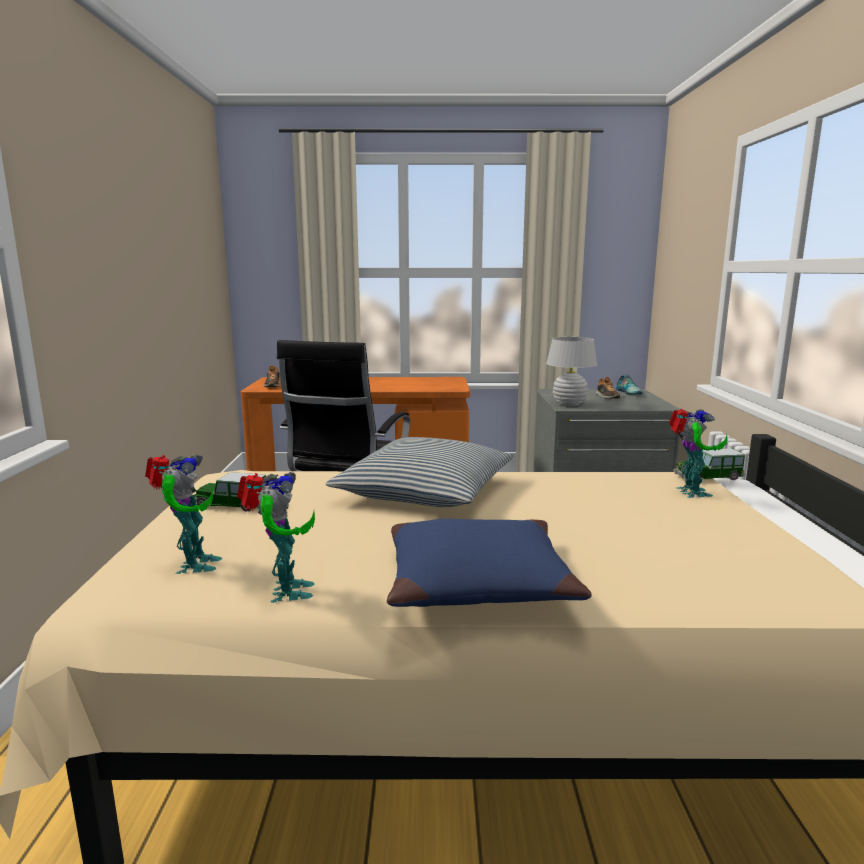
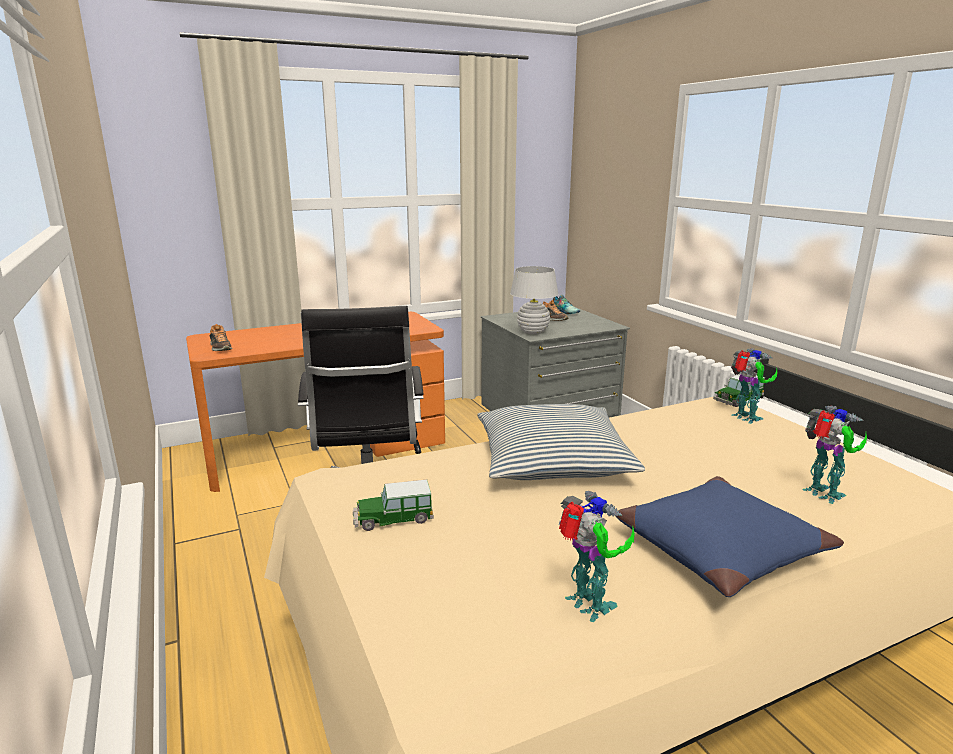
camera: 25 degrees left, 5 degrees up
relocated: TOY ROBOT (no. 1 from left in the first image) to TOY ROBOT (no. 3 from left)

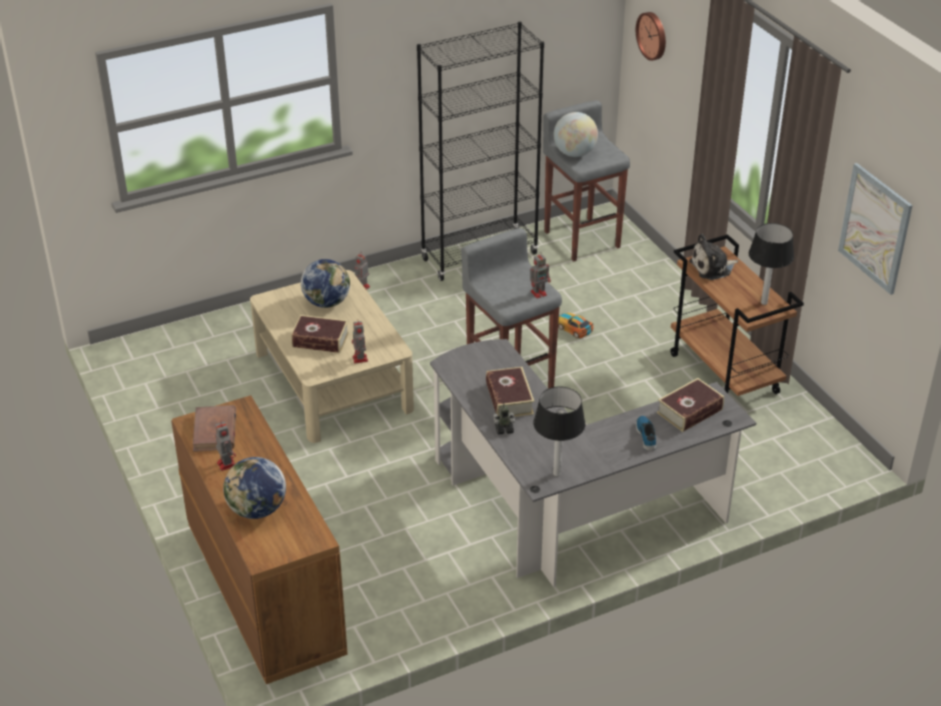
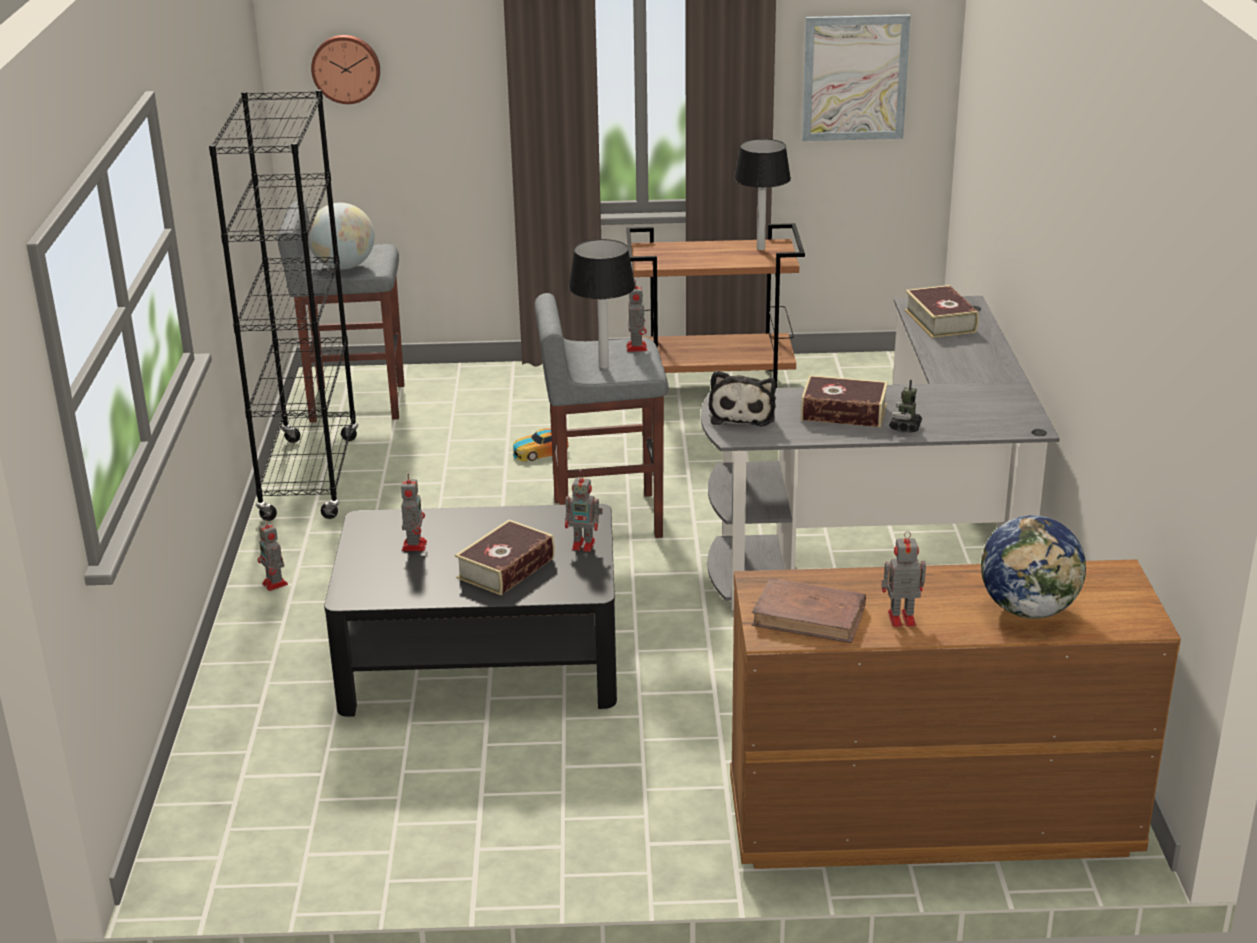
camera: 65 degrees left, 10 degrees down
missing: SHOE
relocated: TABLE LAMP (no. 1 from left); PLUSH TOY
exchanged: GLOBE (no. 2 from left) to TOY ROBOT (no. 2 from left)
colour: BEIGE COFFEE TABLE to BLACK COFFEE TABLE

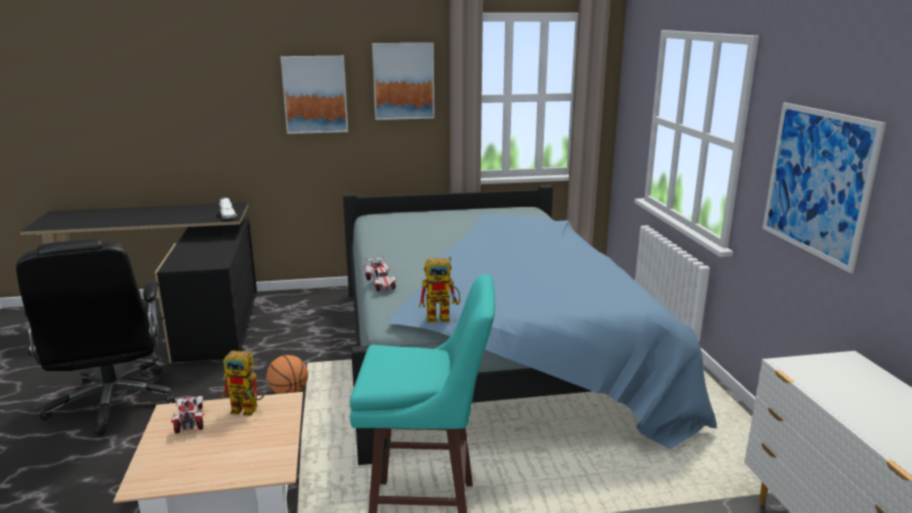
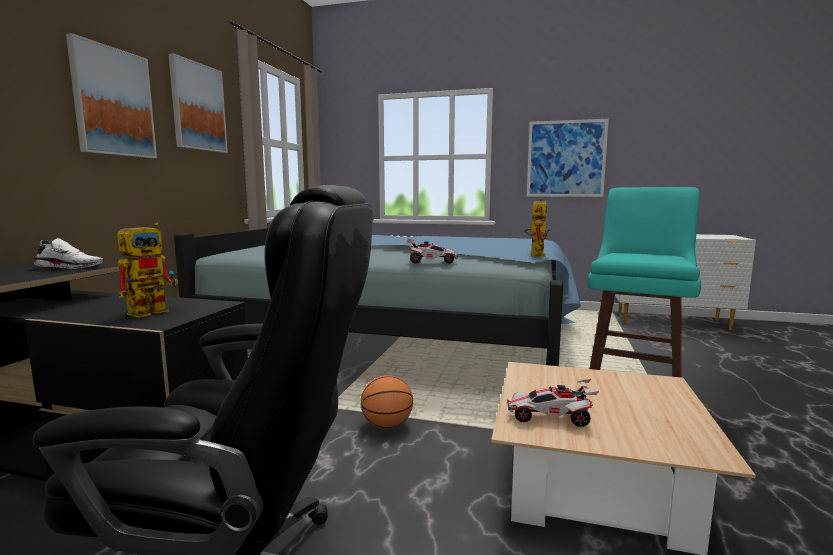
camera: 65 degrees left, 10 degrees down
relocated: TOY ROBOT (no. 1 from left)

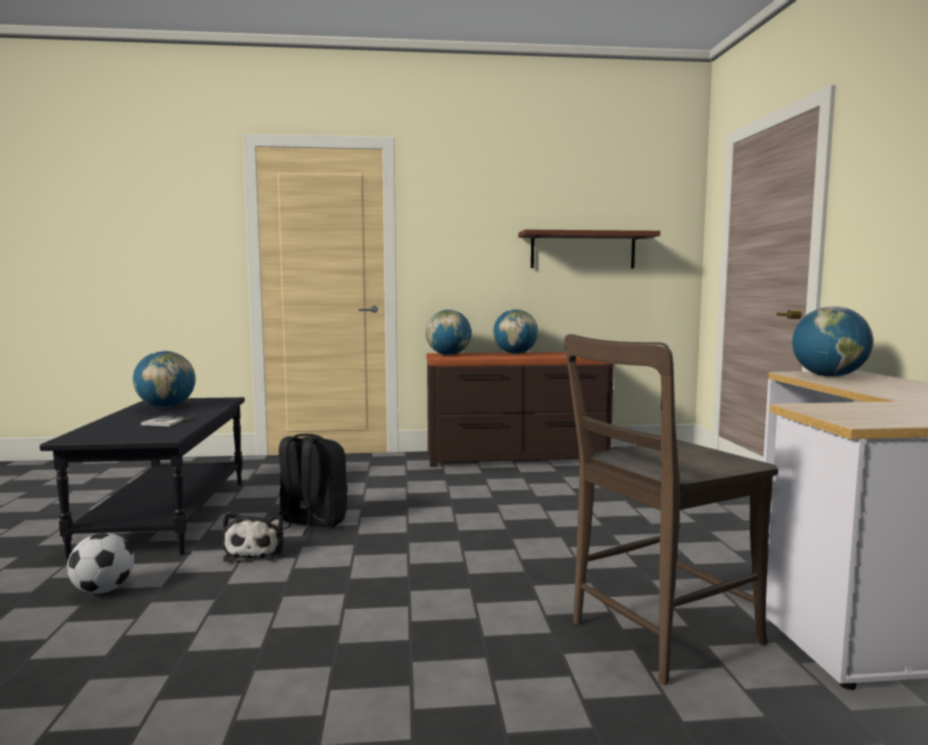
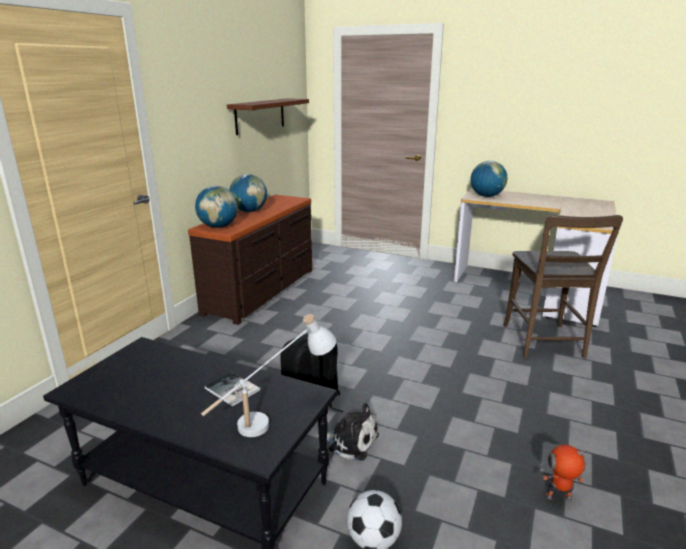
camera: 60 degrees left, 15 degrees up
missing: GLOBE (no. 1 from left)
appeared: WHITE TABLE LAMP; TOY ROBOT

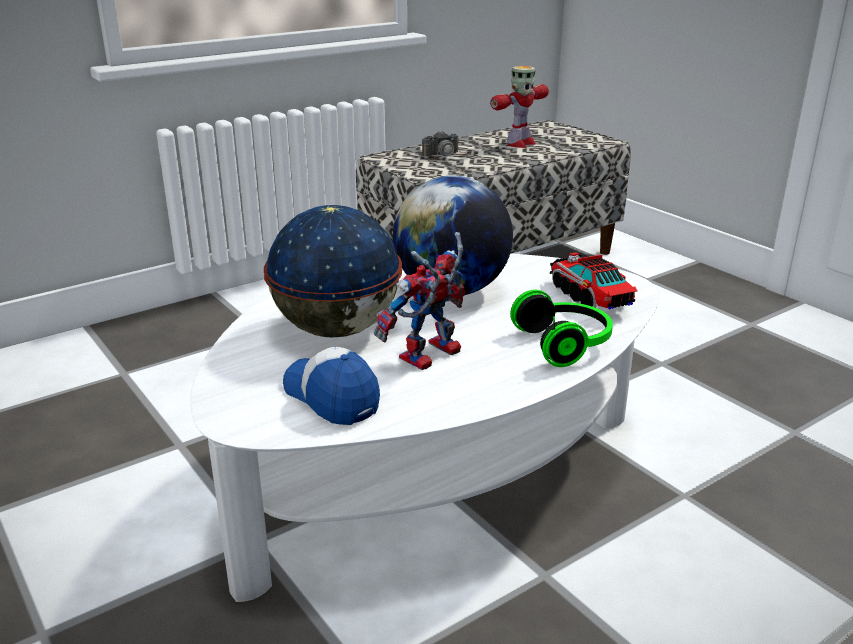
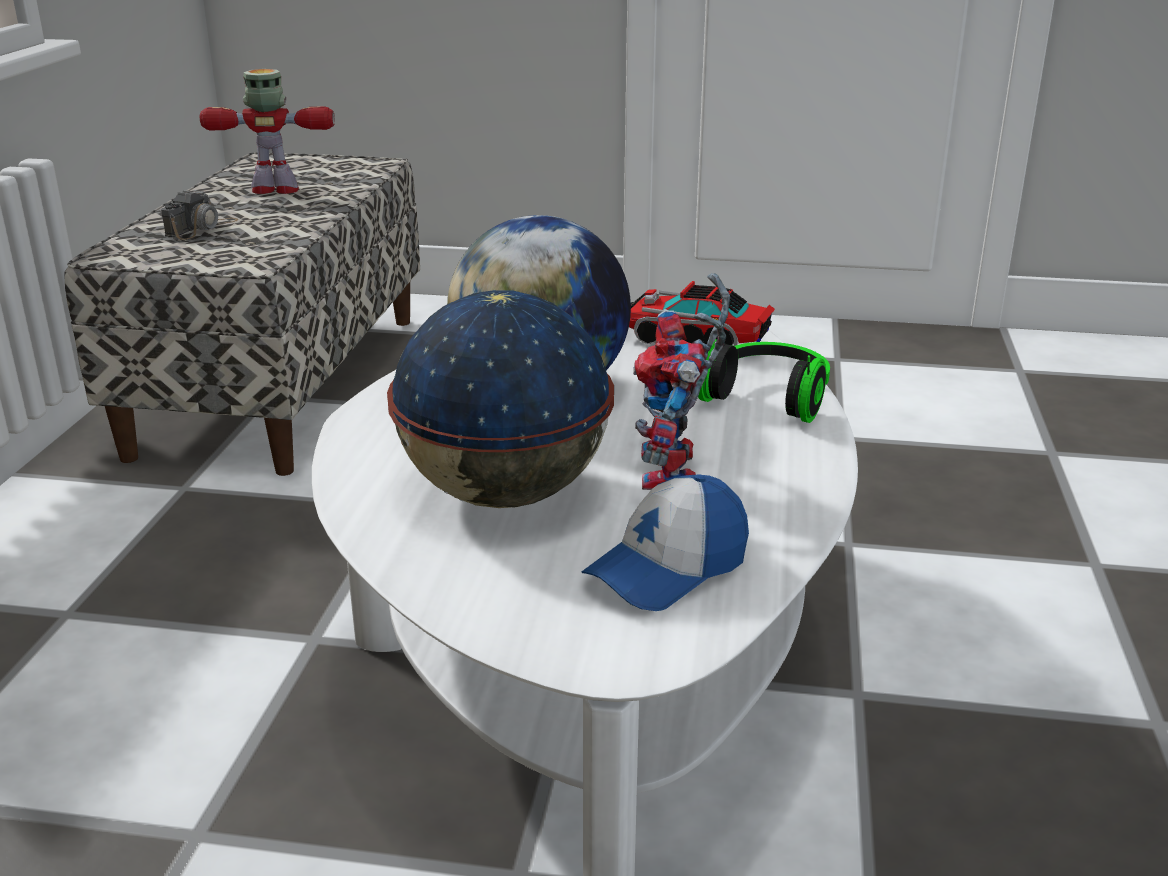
camera: 45 degrees left, 0 degrees up
spun: CAP 45 degrees counterclockwise; TOY ROBOT (no. 2 from left in the first image) 90 degrees counterclockwise

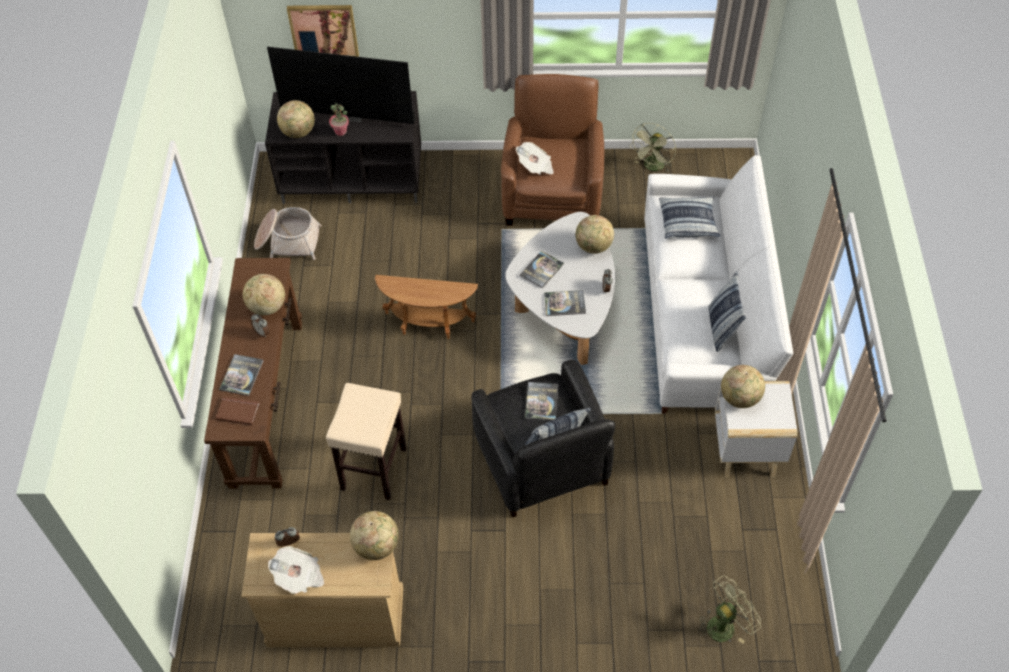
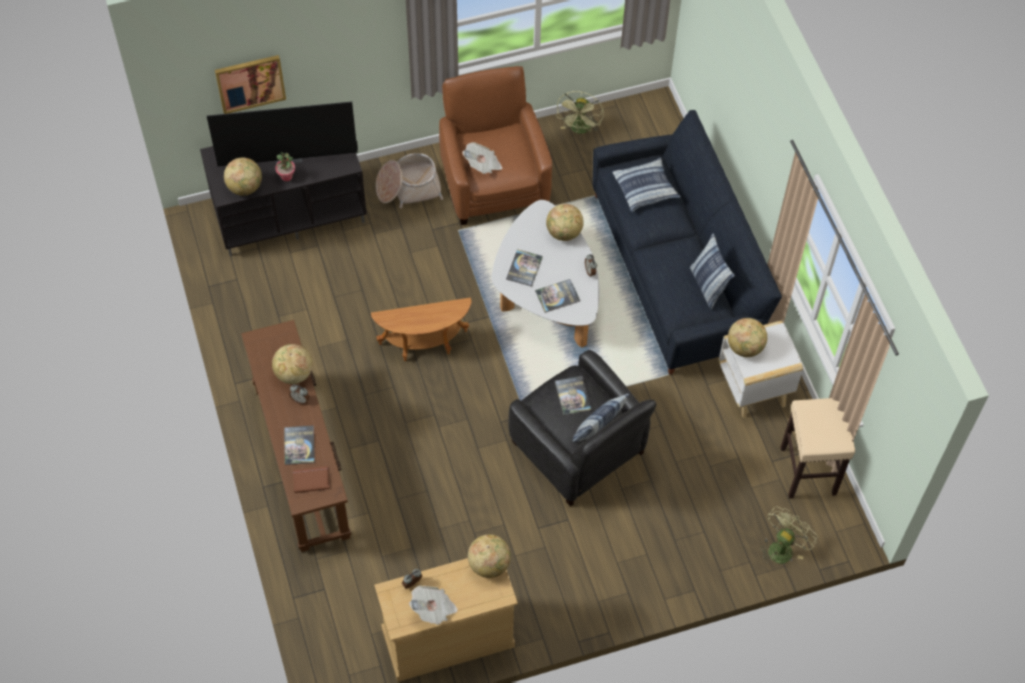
camera: 20 degrees left, 5 degrees up
relocated: BASKET; BEIGE STOOL
colour: WHITE SOFA to BLACK SOFA

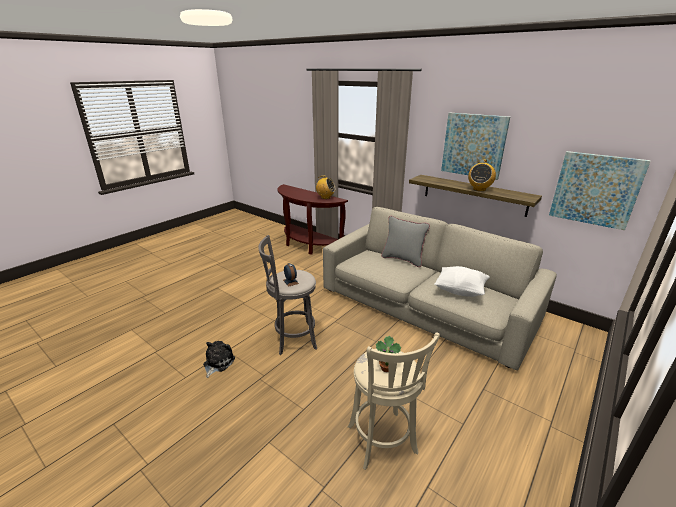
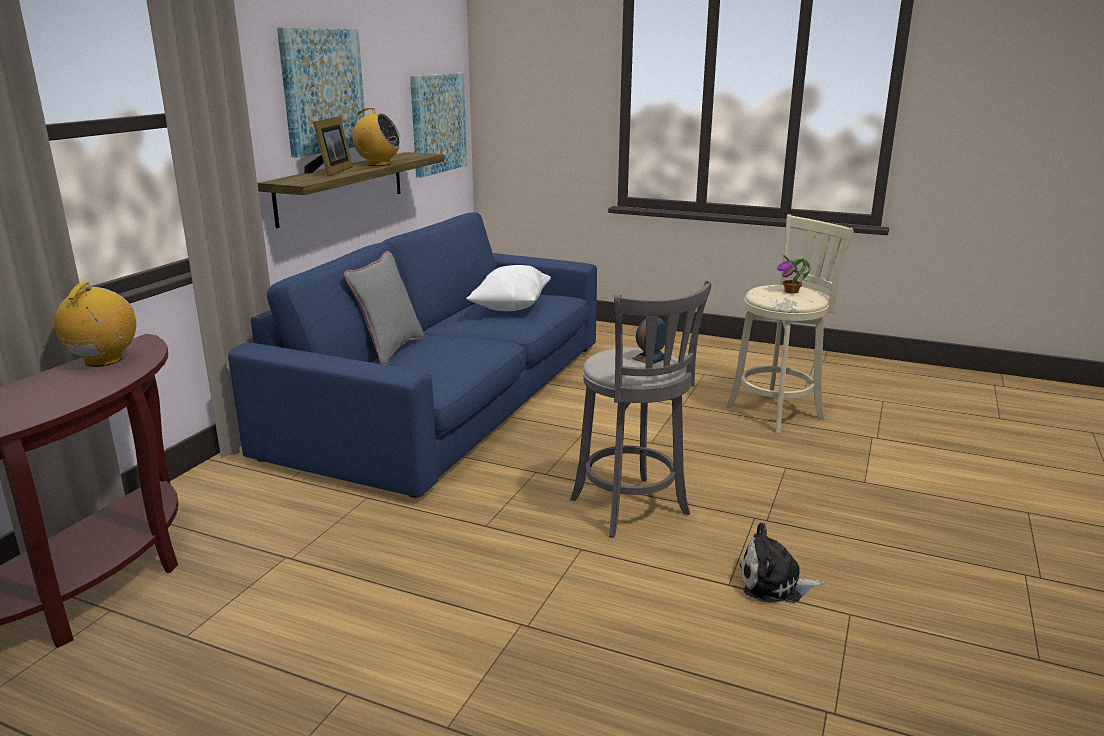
camera: 105 degrees left, 5 degrees down
appeared: PICTURE FRAME
colour: BEIGE SOFA to BLUE SOFA

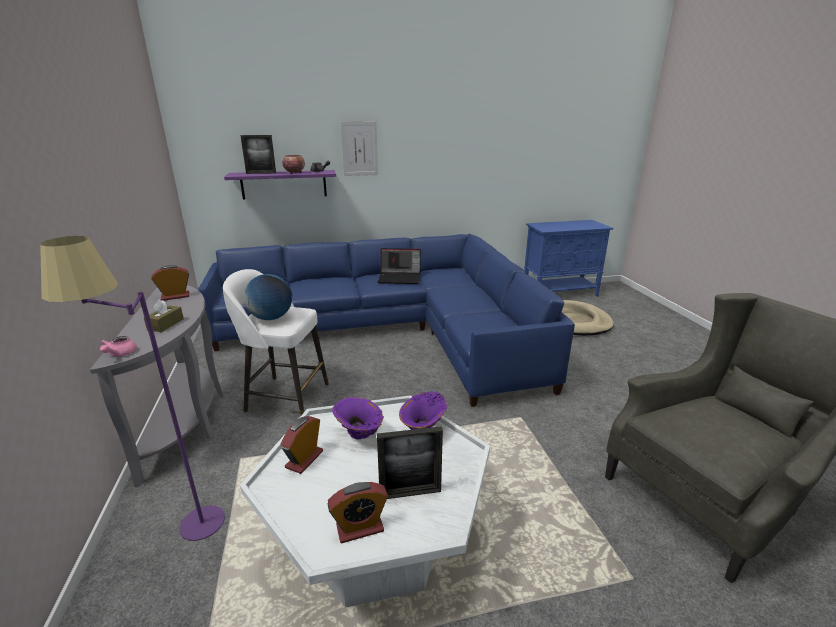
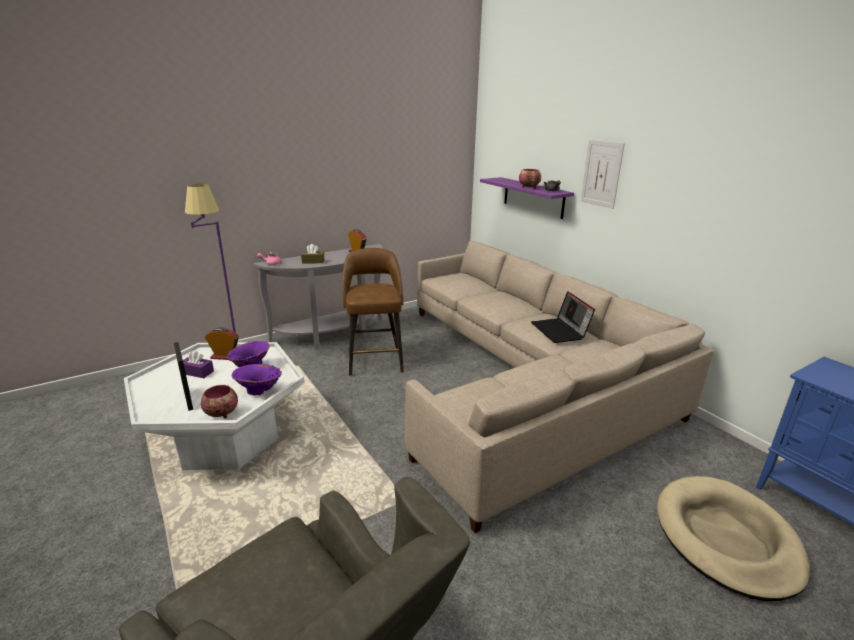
camera: 70 degrees right, 0 degrees up
missing: PICTURE FRAME (no. 1 from left); GLOBE; ALARM CLOCK (no. 3 from left)
appeared: PURPLE TISSUE BOX; BOWL (no. 1 from left)
colour: BLUE SOFA to BEIGE SOFA; WHITE STOOL to BROWN STOOL

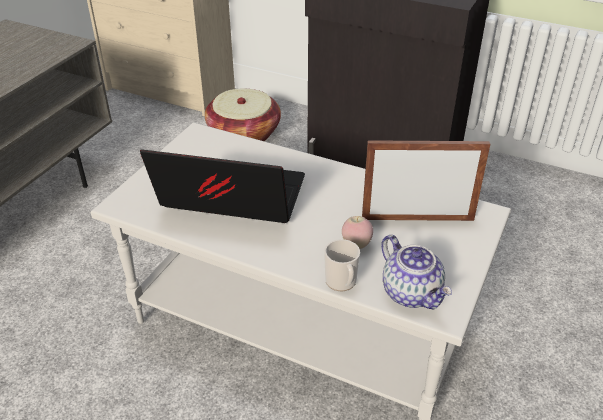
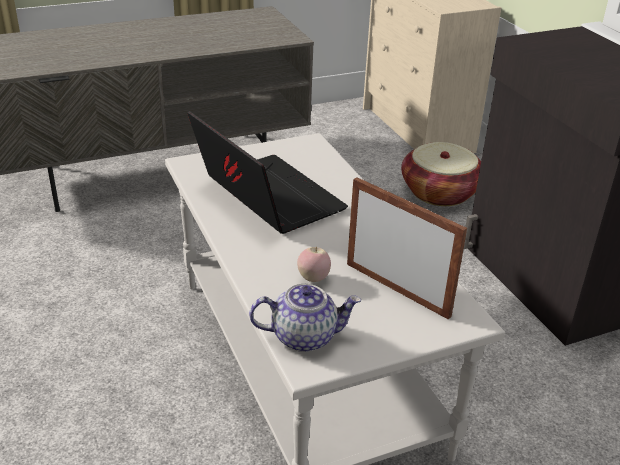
camera: 40 degrees right, 5 degrees down
missing: MUG
spun: TEAPOT 105 degrees counterclockwise

